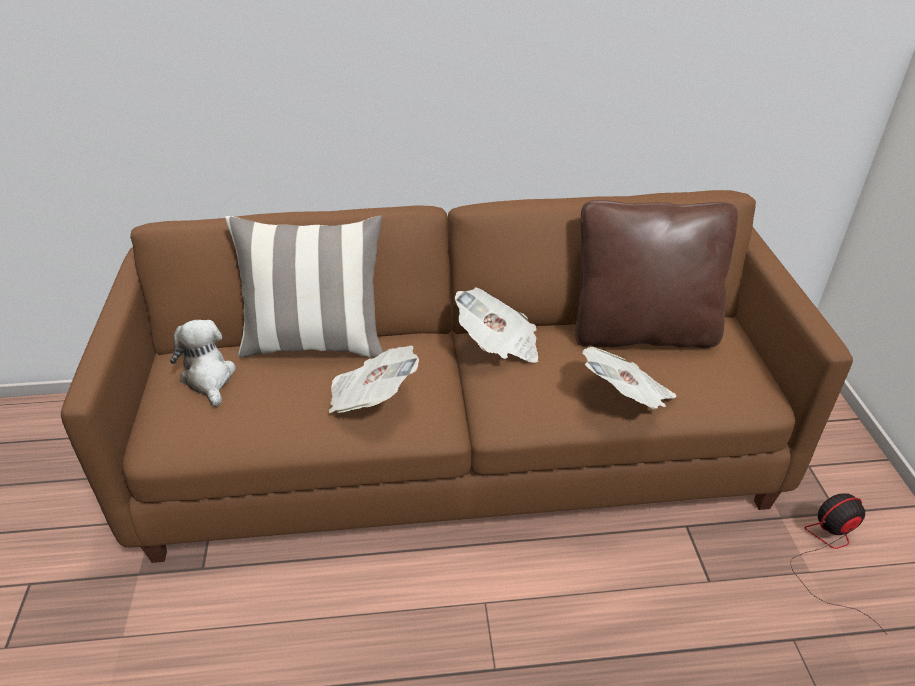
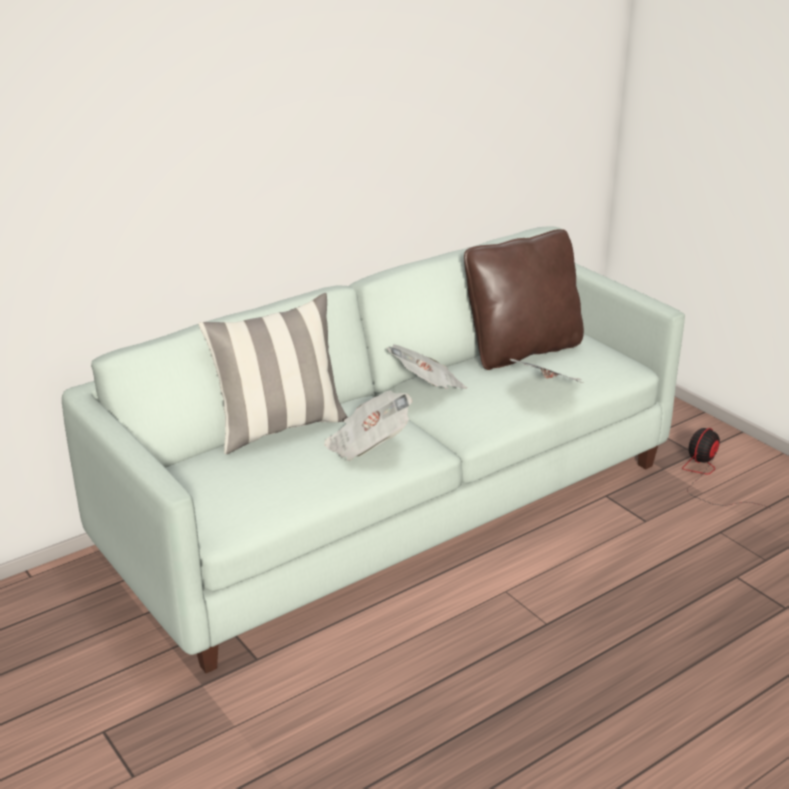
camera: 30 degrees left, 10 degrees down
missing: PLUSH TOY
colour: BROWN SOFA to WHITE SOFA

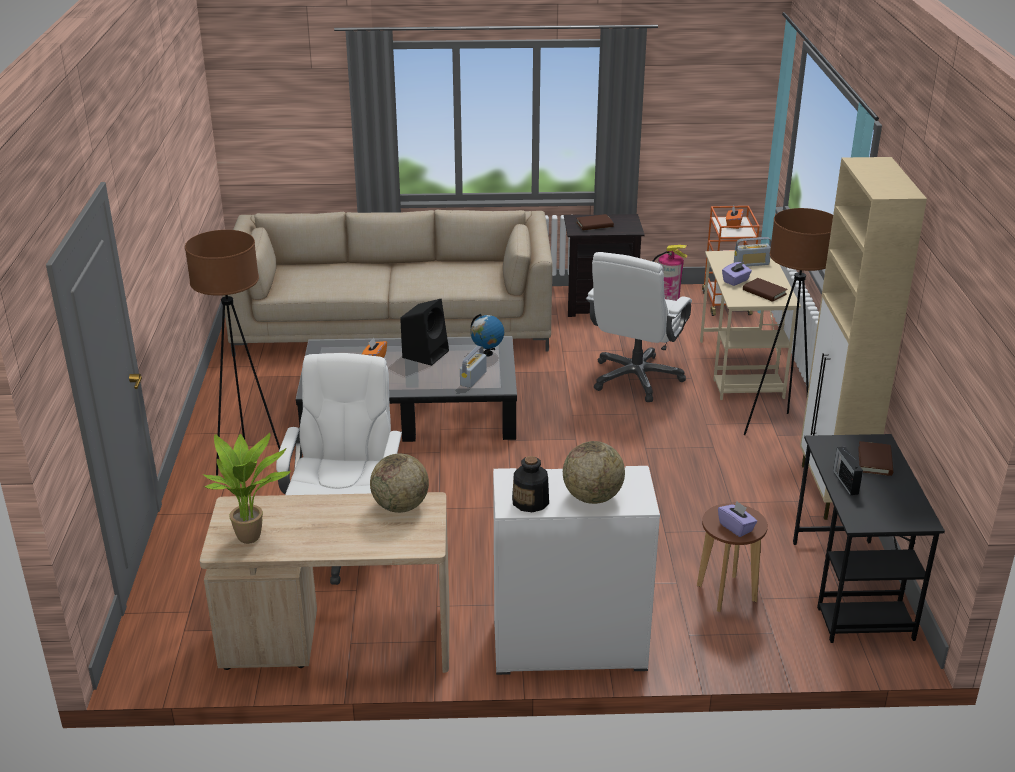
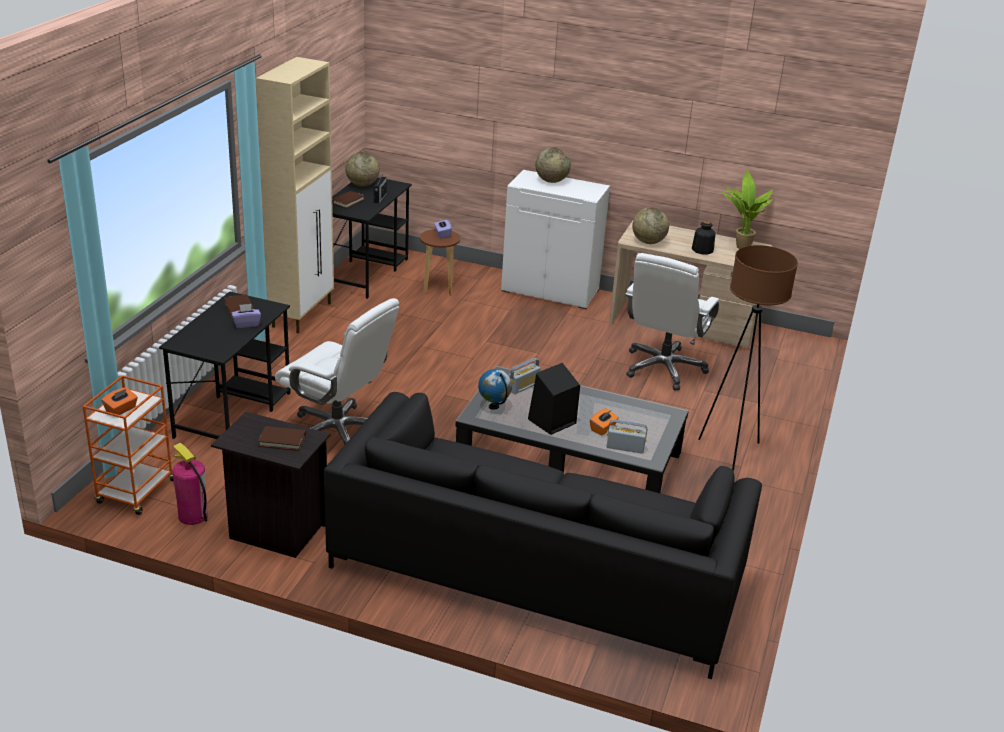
camera: 160 degrees left, 0 degrees up
missing: BROWN FLOOR LAMP (no. 2 from left)
appeared: GLOBE (no. 1 from left)
relocated: BOTTLE; RADIO (no. 2 from left in the first image) to RADIO (no. 3 from left)
colour: BEIGE SOFA to BLACK SOFA; BEIGE DESK (no. 2 from left) to BLACK DESK (no. 1 from left)
spun: WHITE OFFICE CHAIR (no. 2 from left in the first image) 75 degrees clockwise

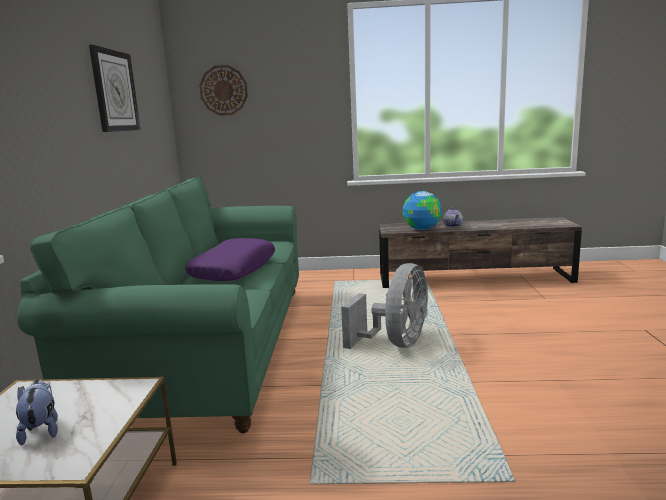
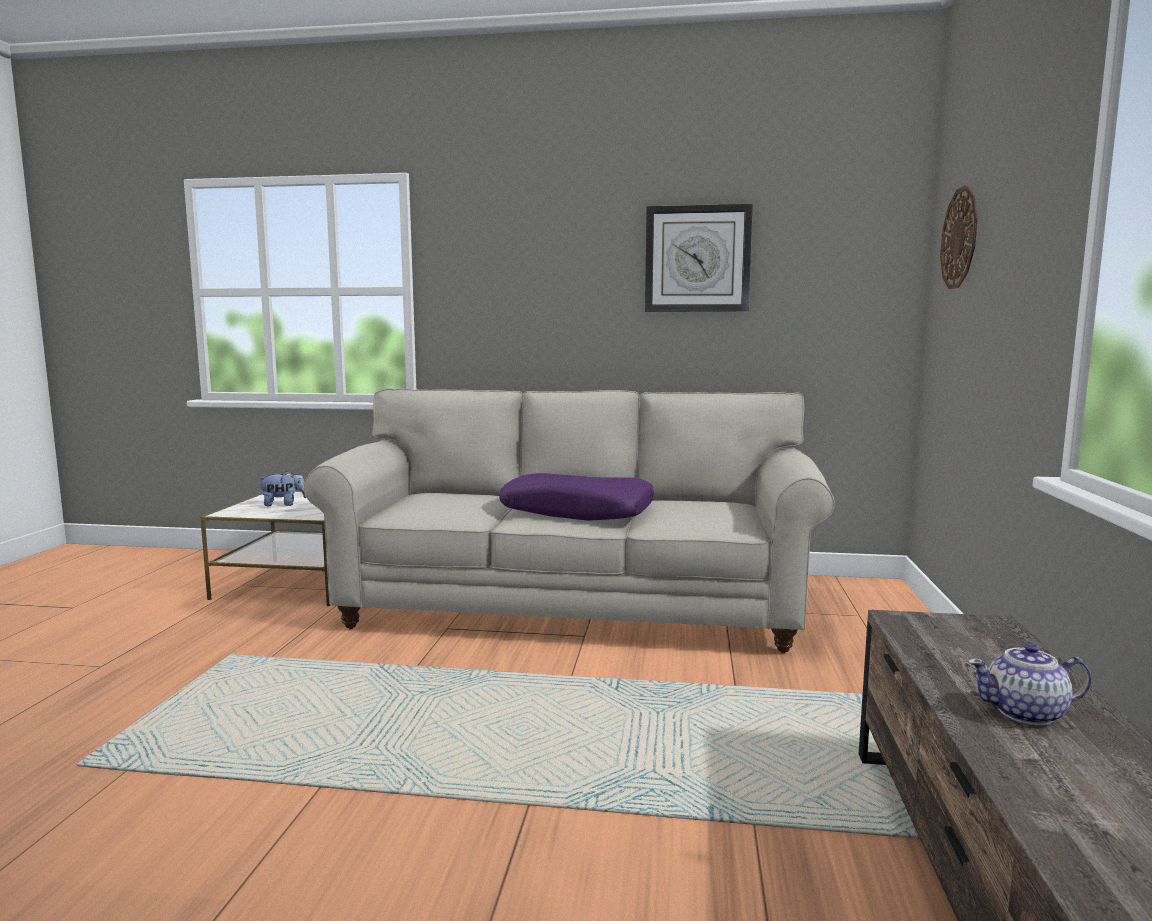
camera: 95 degrees right, 5 degrees down
missing: GREY FAN; GLOBE
colour: GREEN SOFA to BEIGE SOFA

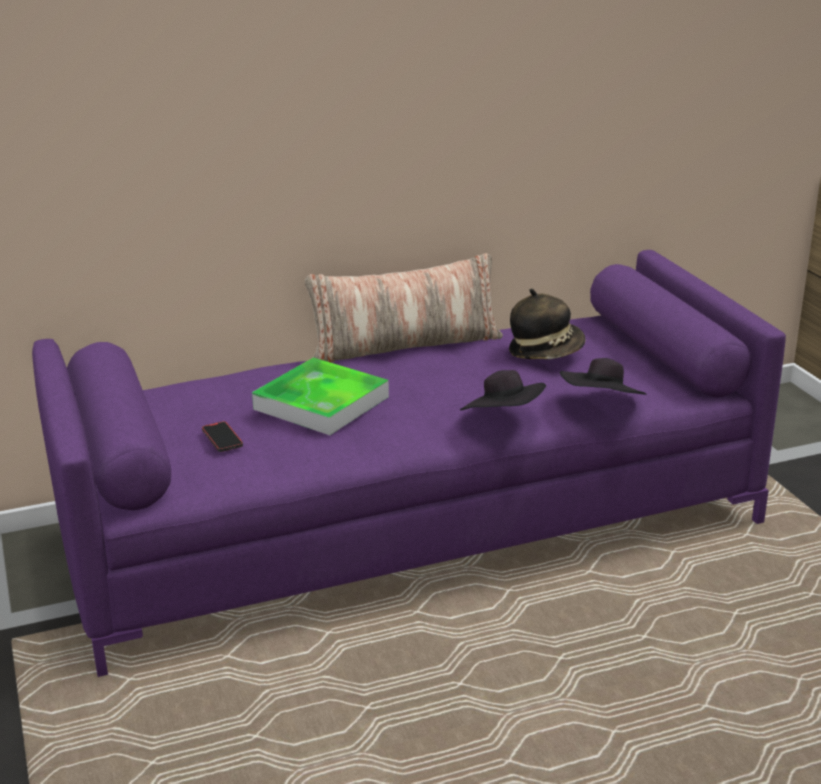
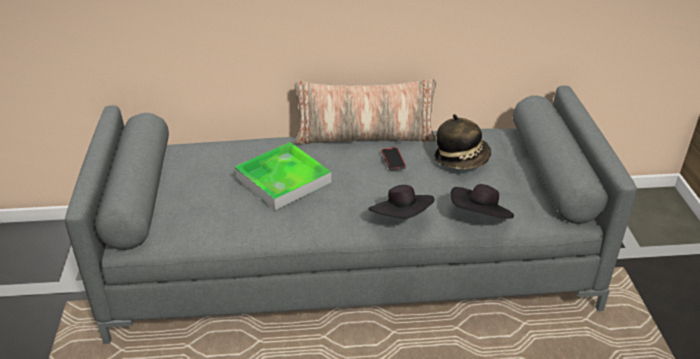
camera: 15 degrees right, 10 degrees up
relocated: PHONE
colour: PURPLE SOFA to GREY SOFA

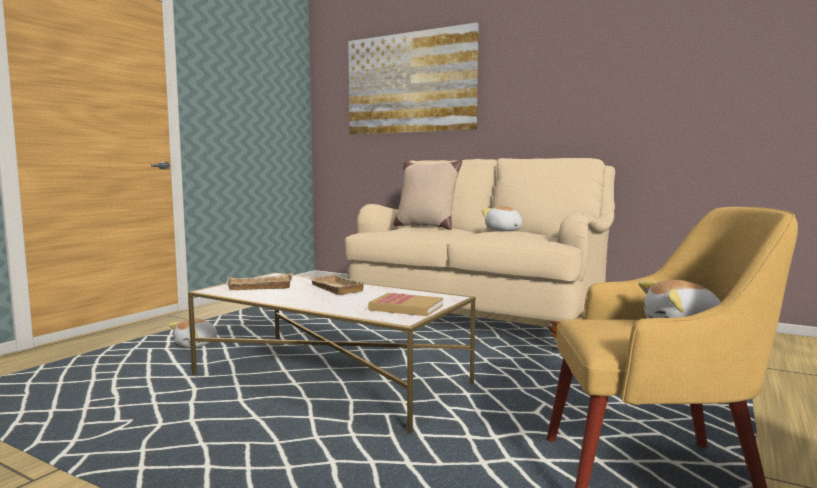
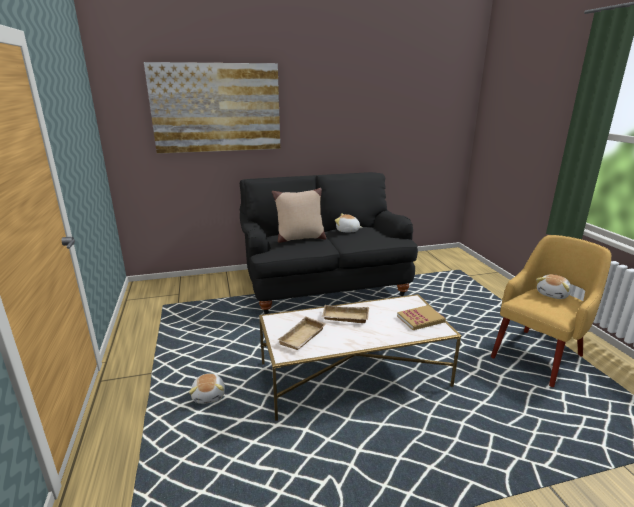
camera: 45 degrees left, 15 degrees up
colour: BEIGE SOFA to BLACK SOFA

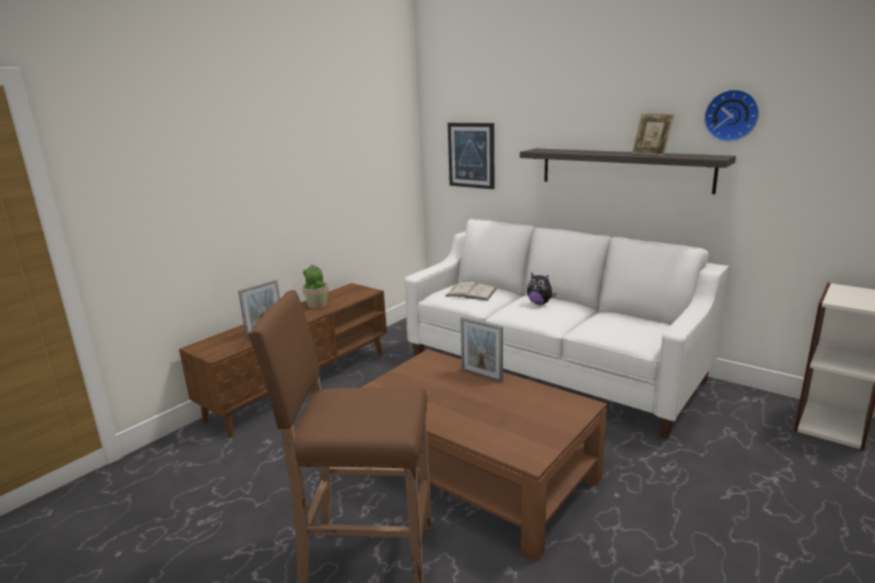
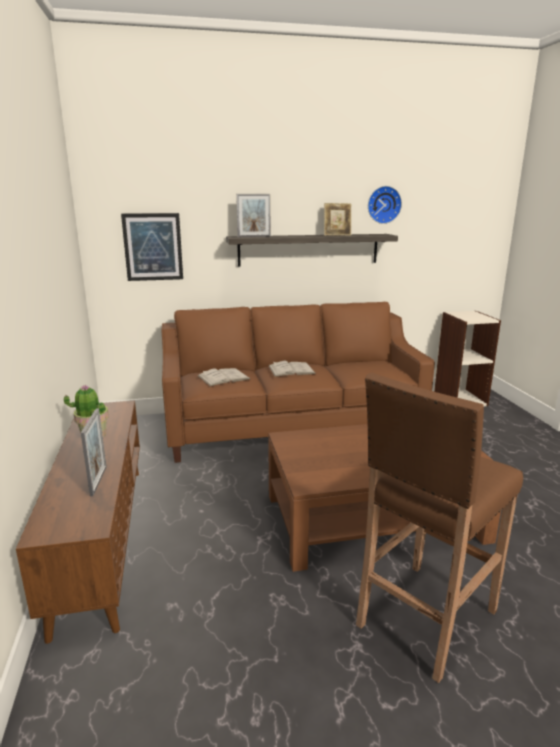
camera: 50 degrees left, 0 degrees up
relocated: PICTURE FRAME (no. 2 from left)
exchanged: PLUSH TOY to WHITE BOOK (no. 2 from left)
colour: WHITE SOFA to BROWN SOFA

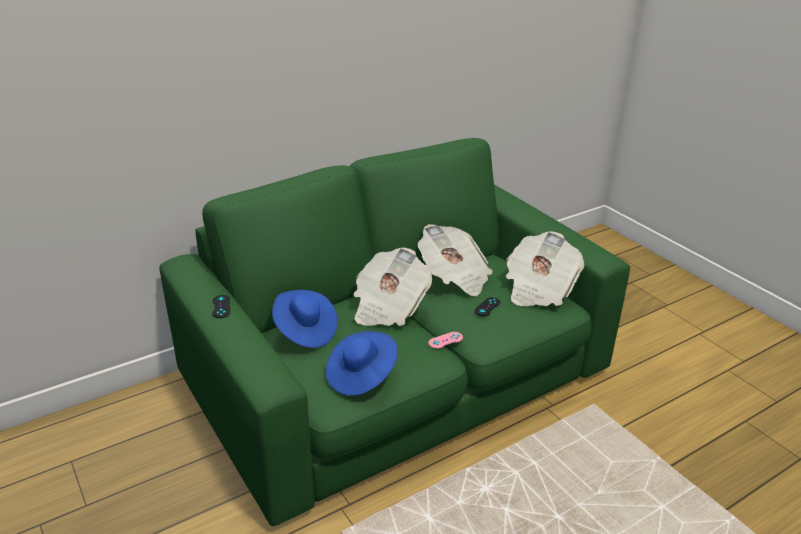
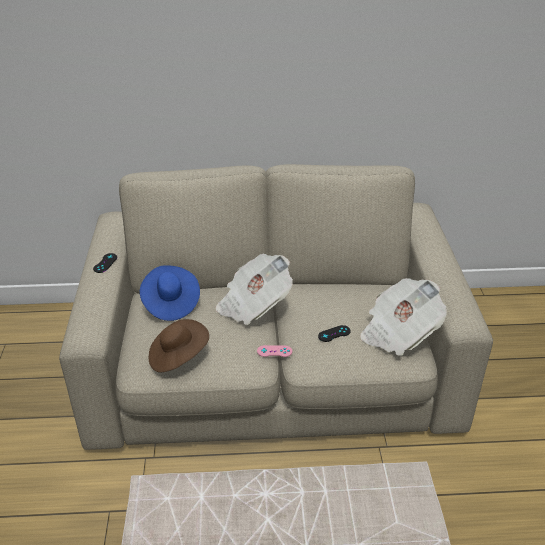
camera: 30 degrees right, 5 degrees up
missing: NEWSPAPER (no. 2 from left)
colour: GREEN SOFA to BEIGE SOFA; BLUE HAT (no. 2 from left) to BROWN HAT

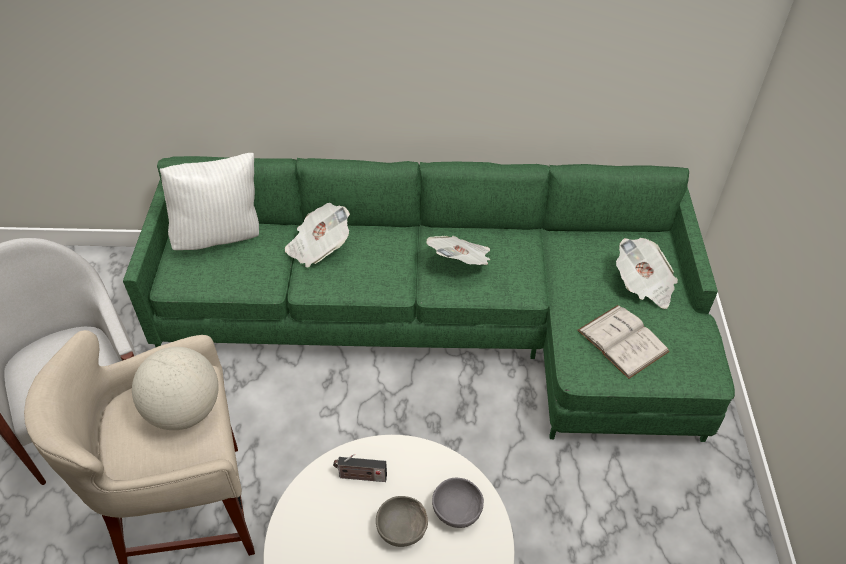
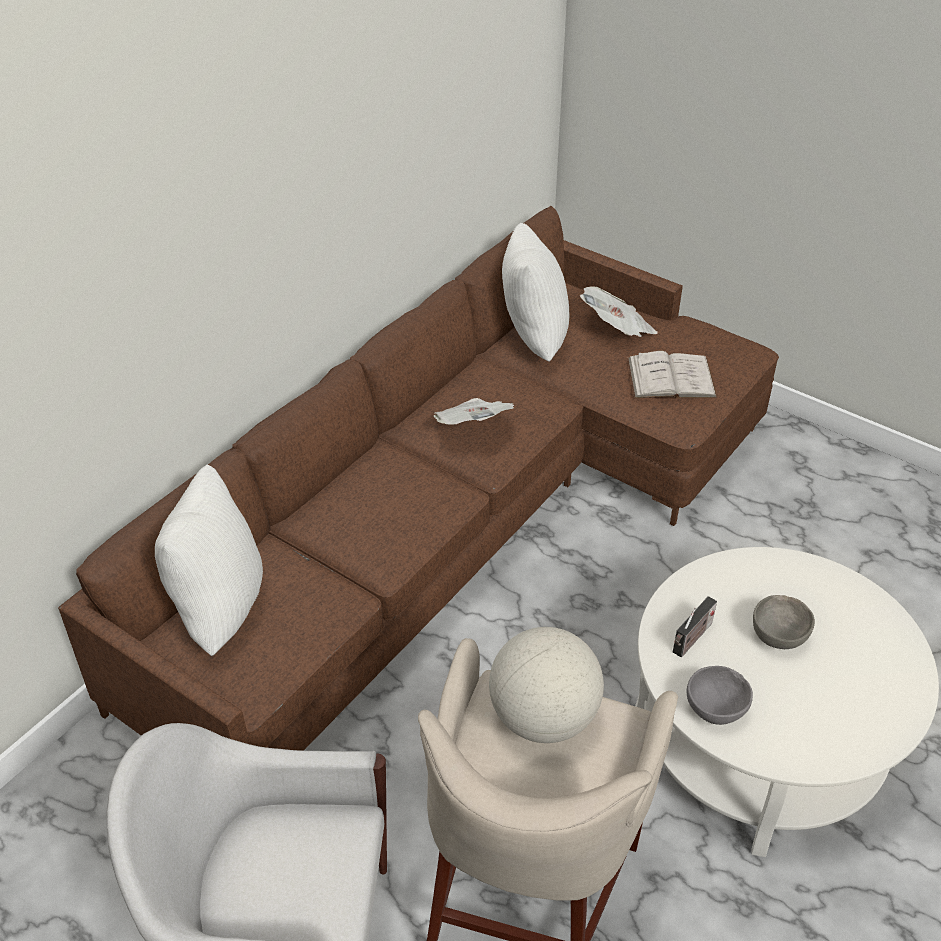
camera: 55 degrees left, 5 degrees down
missing: NEWSPAPER (no. 1 from left)
appeared: WHITE PILLOW (no. 2 from left)
relocated: GREY BOWL (no. 2 from left in the first image) to GREY BOWL (no. 1 from left)
colour: GREEN SOFA to BROWN SOFA

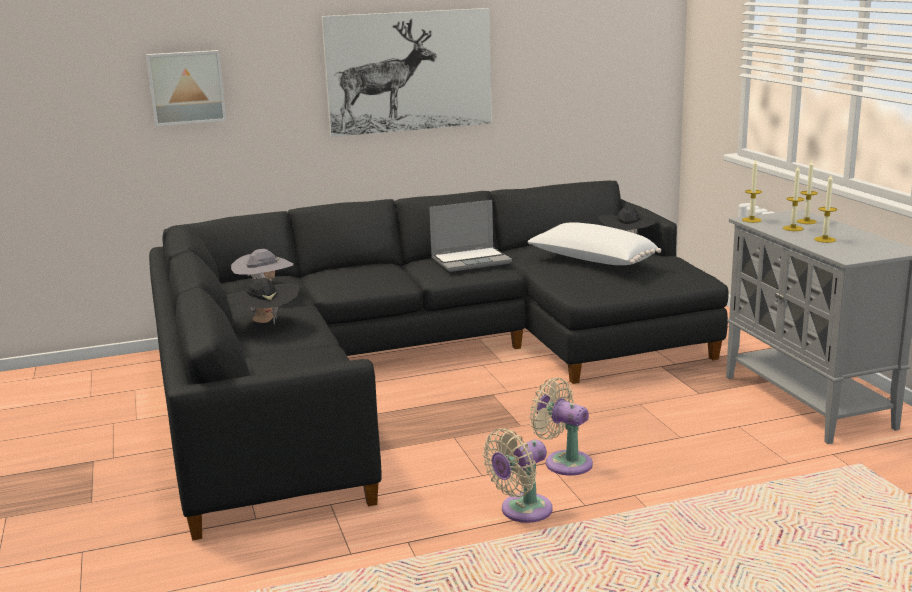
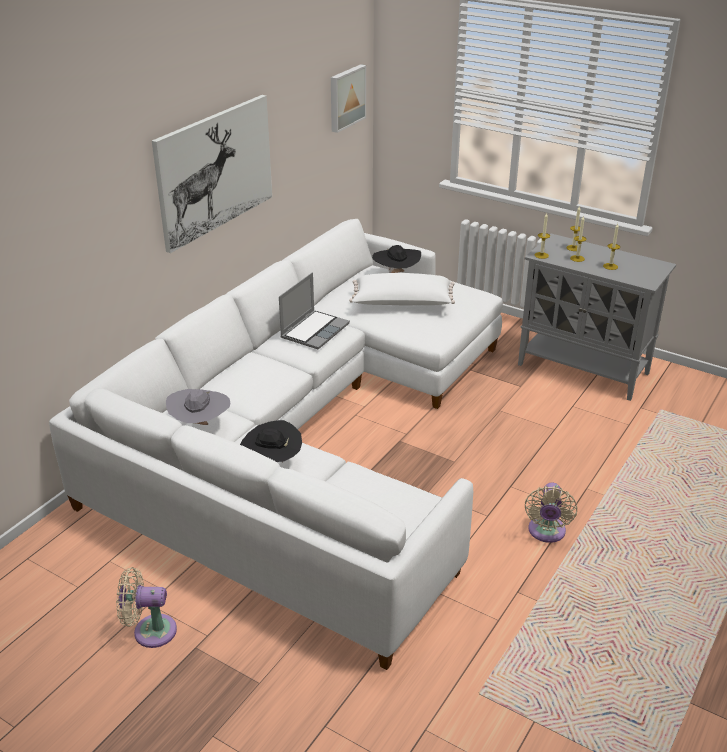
camera: 40 degrees left, 15 degrees up
relocated: PICTURE (no. 1 from left in the first image) to PICTURE (no. 2 from left); BEIGE FAN (no. 2 from left in the first image) to BEIGE FAN (no. 1 from left)
colour: BLACK SOFA to WHITE SOFA

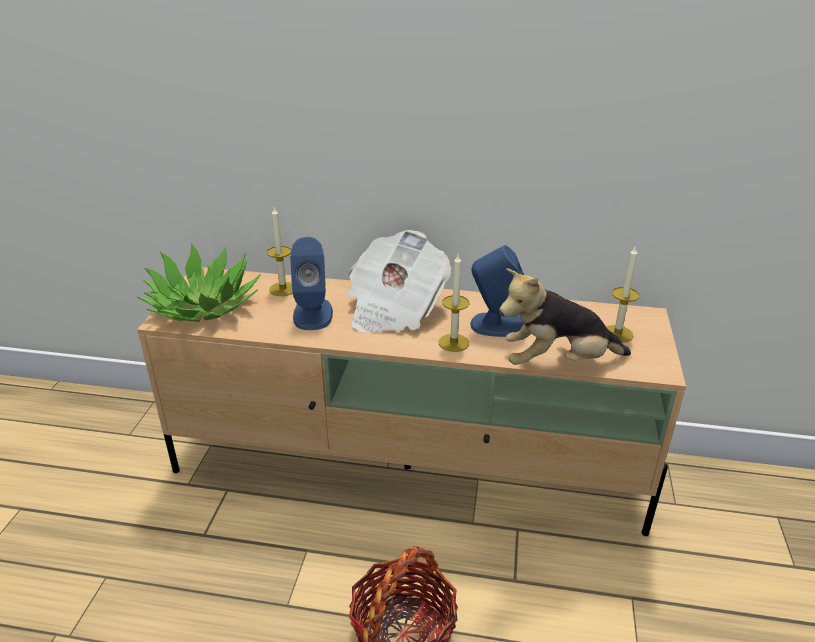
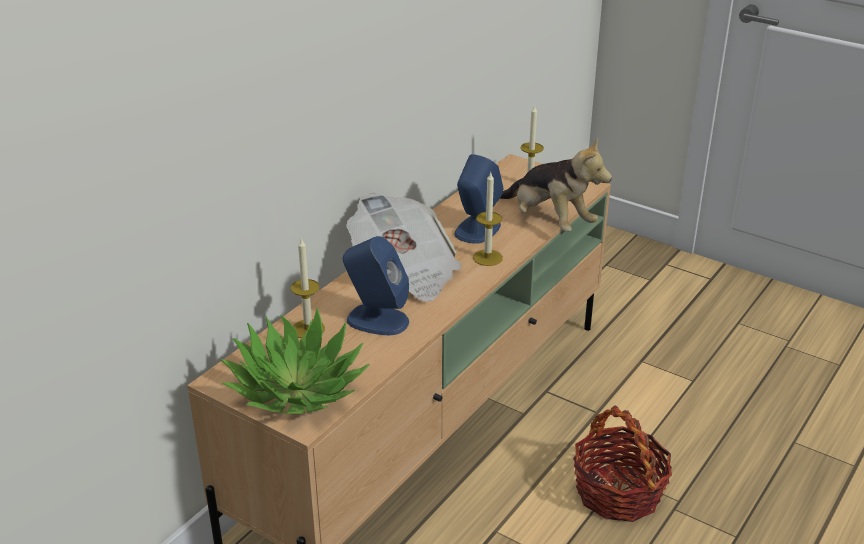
camera: 65 degrees left, 0 degrees up
spun: PLUSH TOY 60 degrees counterclockwise

